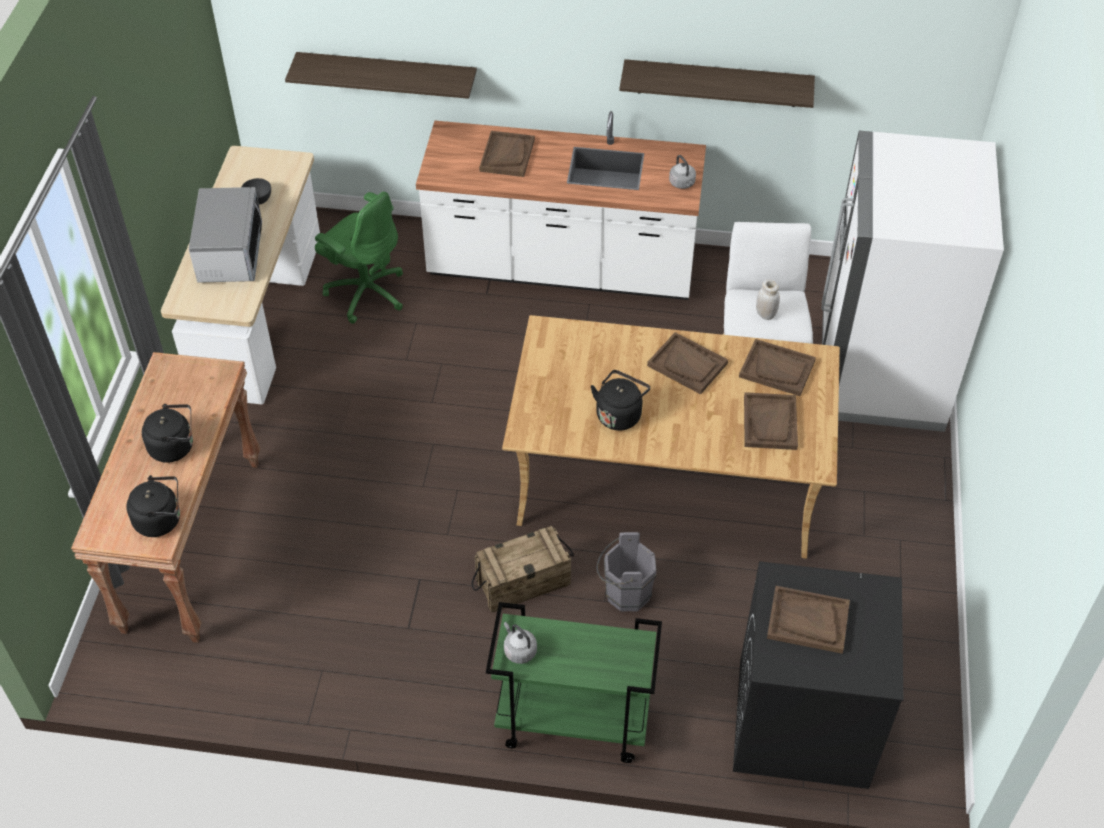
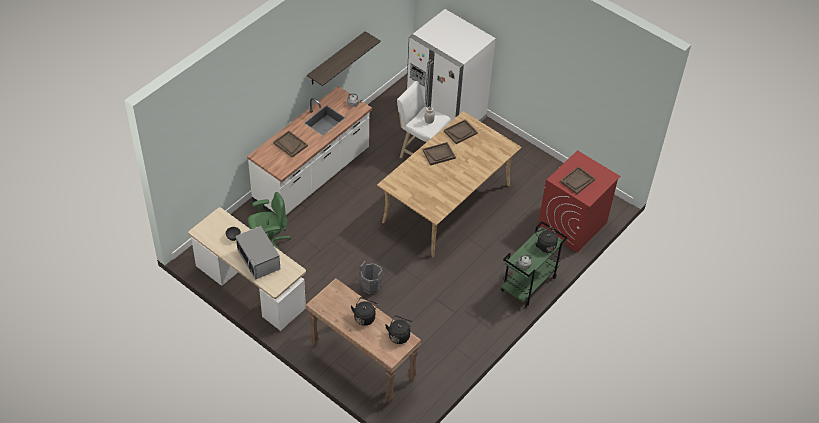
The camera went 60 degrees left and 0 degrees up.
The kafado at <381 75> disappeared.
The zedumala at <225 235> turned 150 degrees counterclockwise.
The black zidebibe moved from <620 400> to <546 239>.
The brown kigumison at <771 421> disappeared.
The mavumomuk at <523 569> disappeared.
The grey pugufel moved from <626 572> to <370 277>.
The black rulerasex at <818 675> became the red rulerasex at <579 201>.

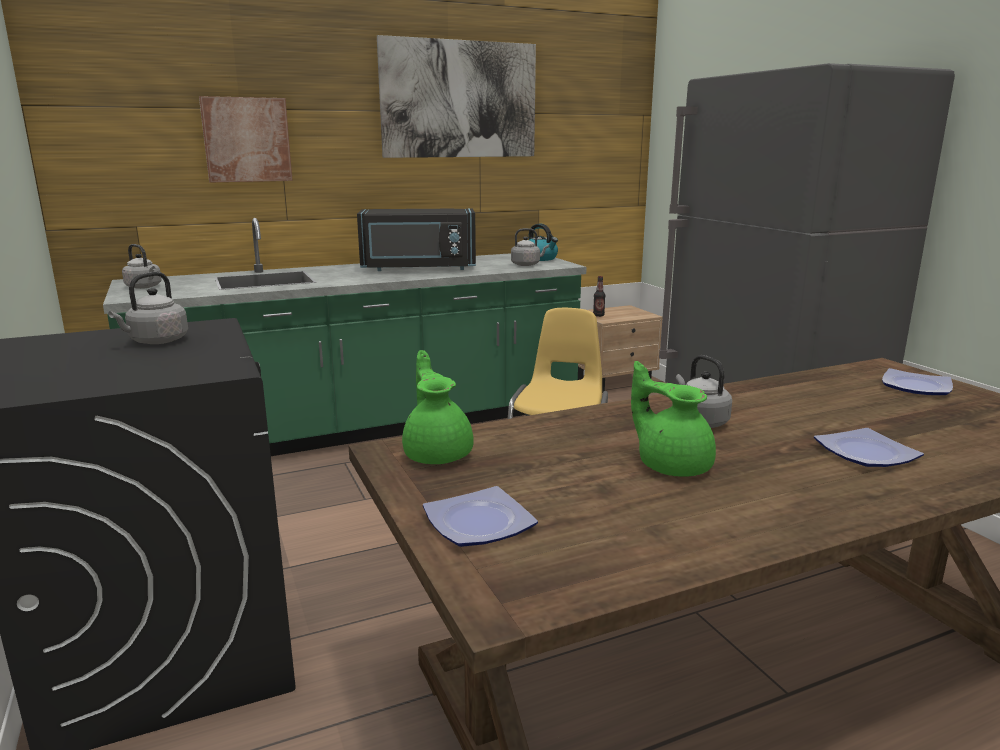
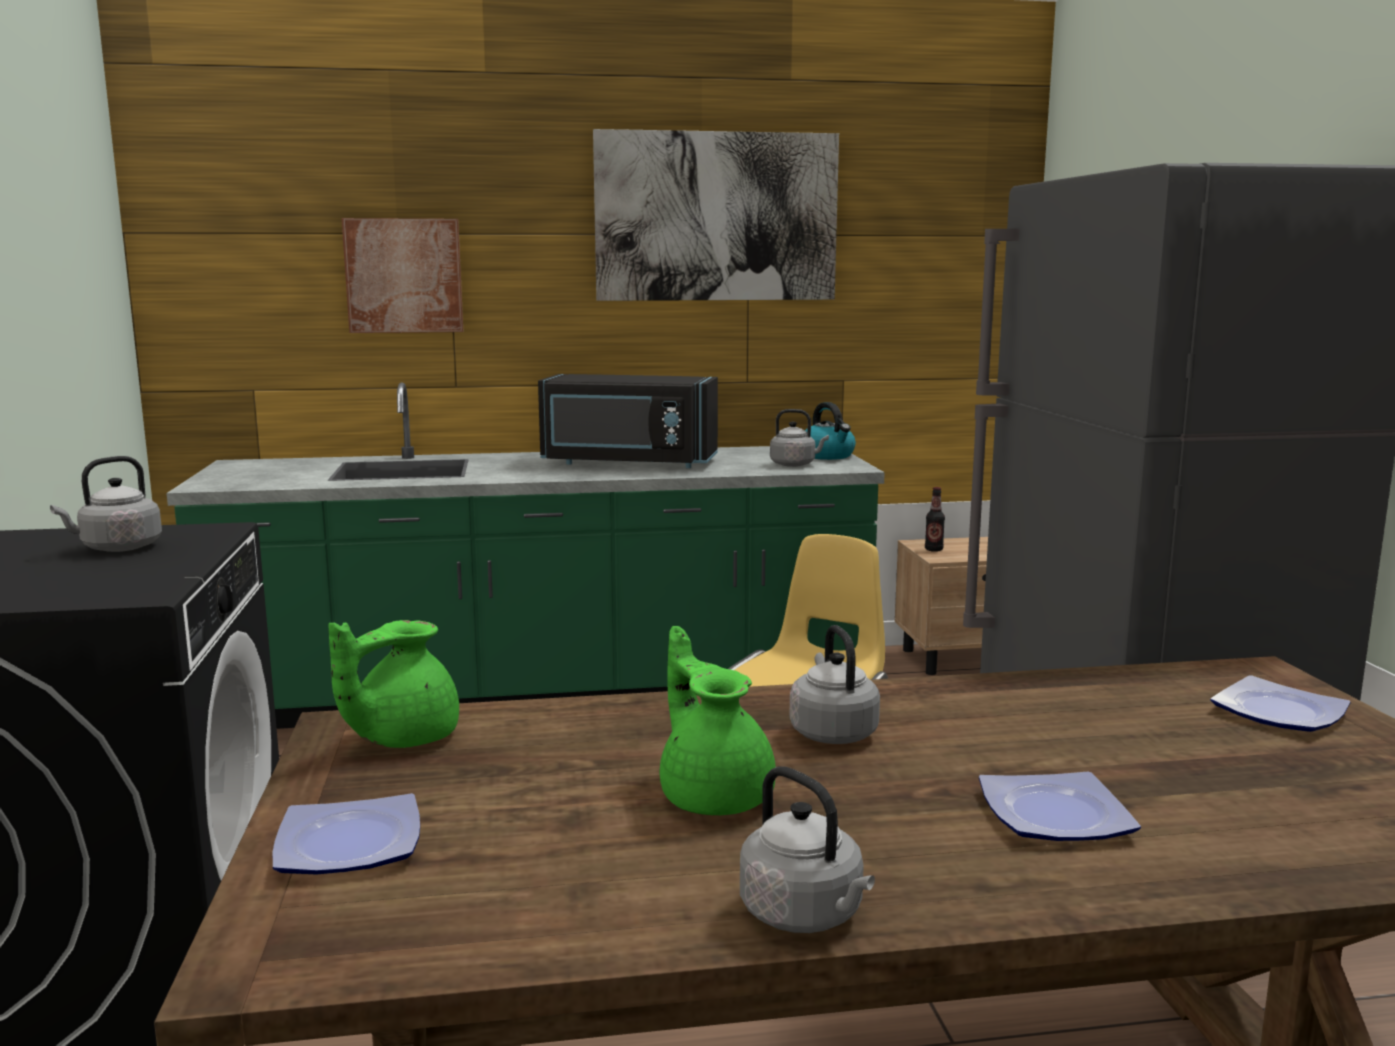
The camera went 15 degrees right and 5 degrees down.
The grey zidebibe moved from <142 266> to <807 849>.
The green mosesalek at <438 407> turned 135 degrees counterclockwise.

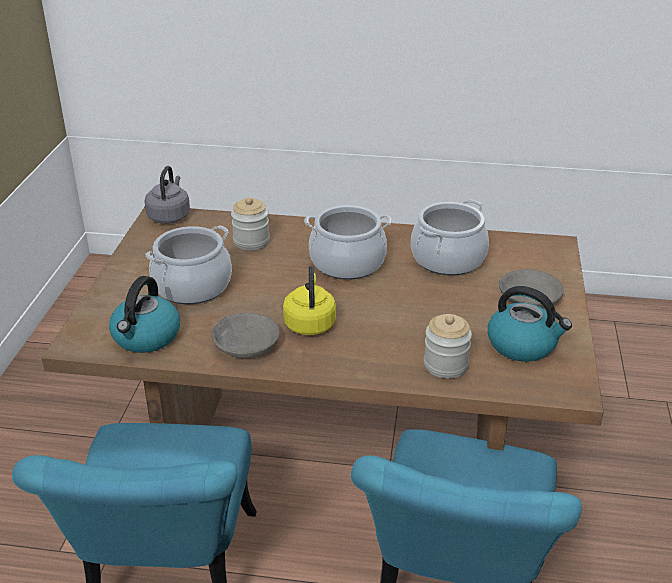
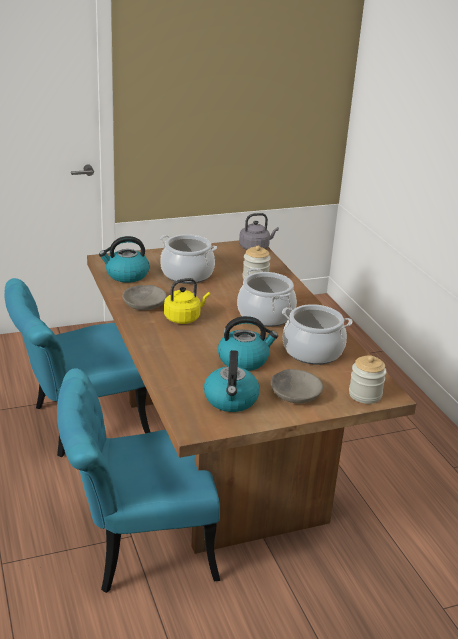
The camera went 60 degrees right and 5 degrees down.
The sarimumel moved from <448 346> to <368 380>.
The zidebibe at <248 343> appeared.

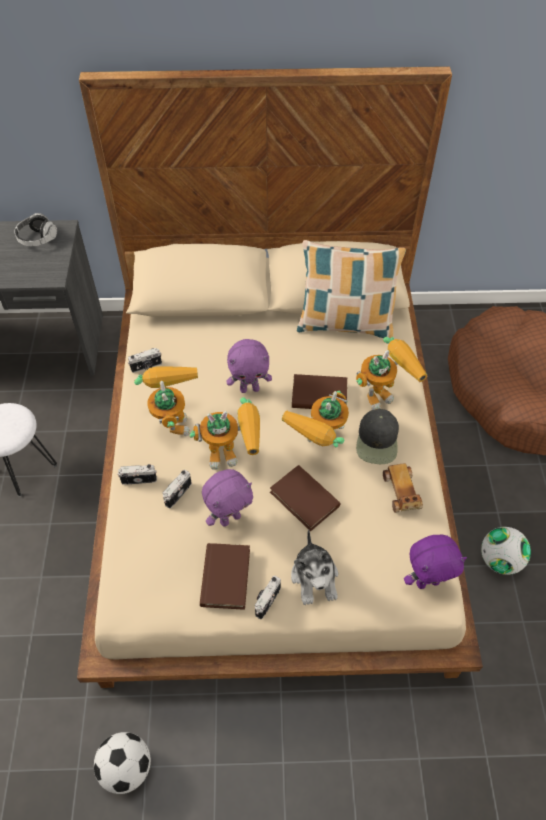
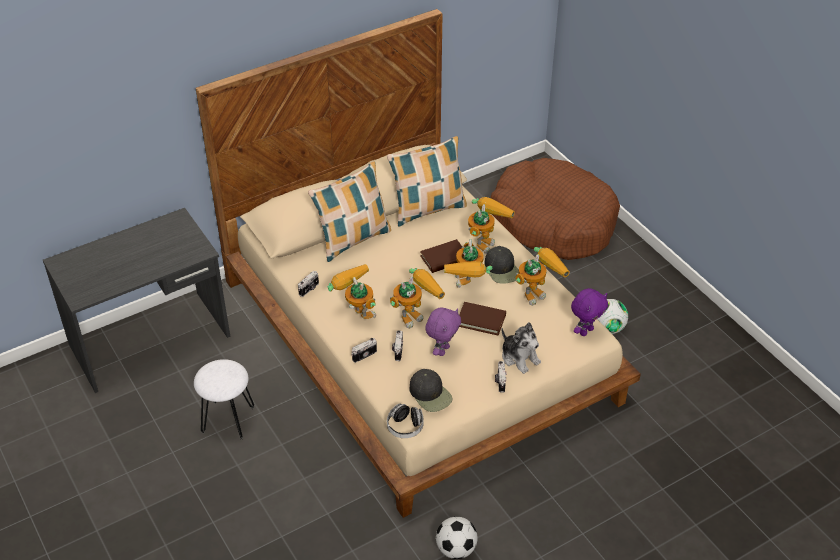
The camera went 30 degrees left and 10 degrees down.
The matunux moved from <36 229> to <405 420>.
The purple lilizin at <249 366> disappeared.
The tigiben at <403 488> was replaced by the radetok at <542 276>.
The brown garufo at <225 576> disappeared.
The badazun at <349 211> appeared.
The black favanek at <430 390> appeared.

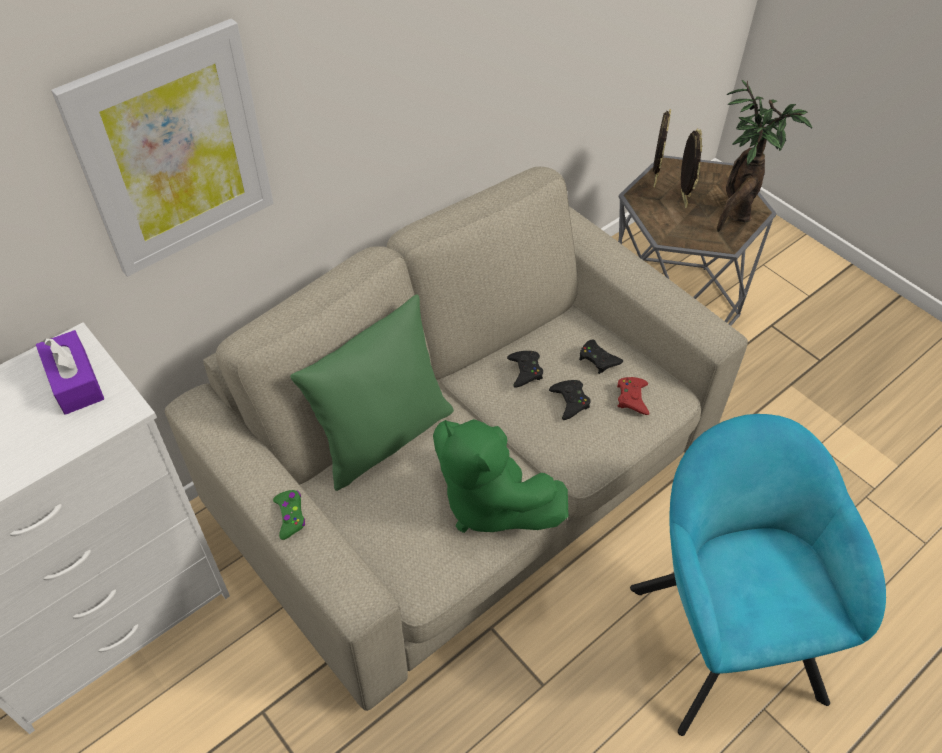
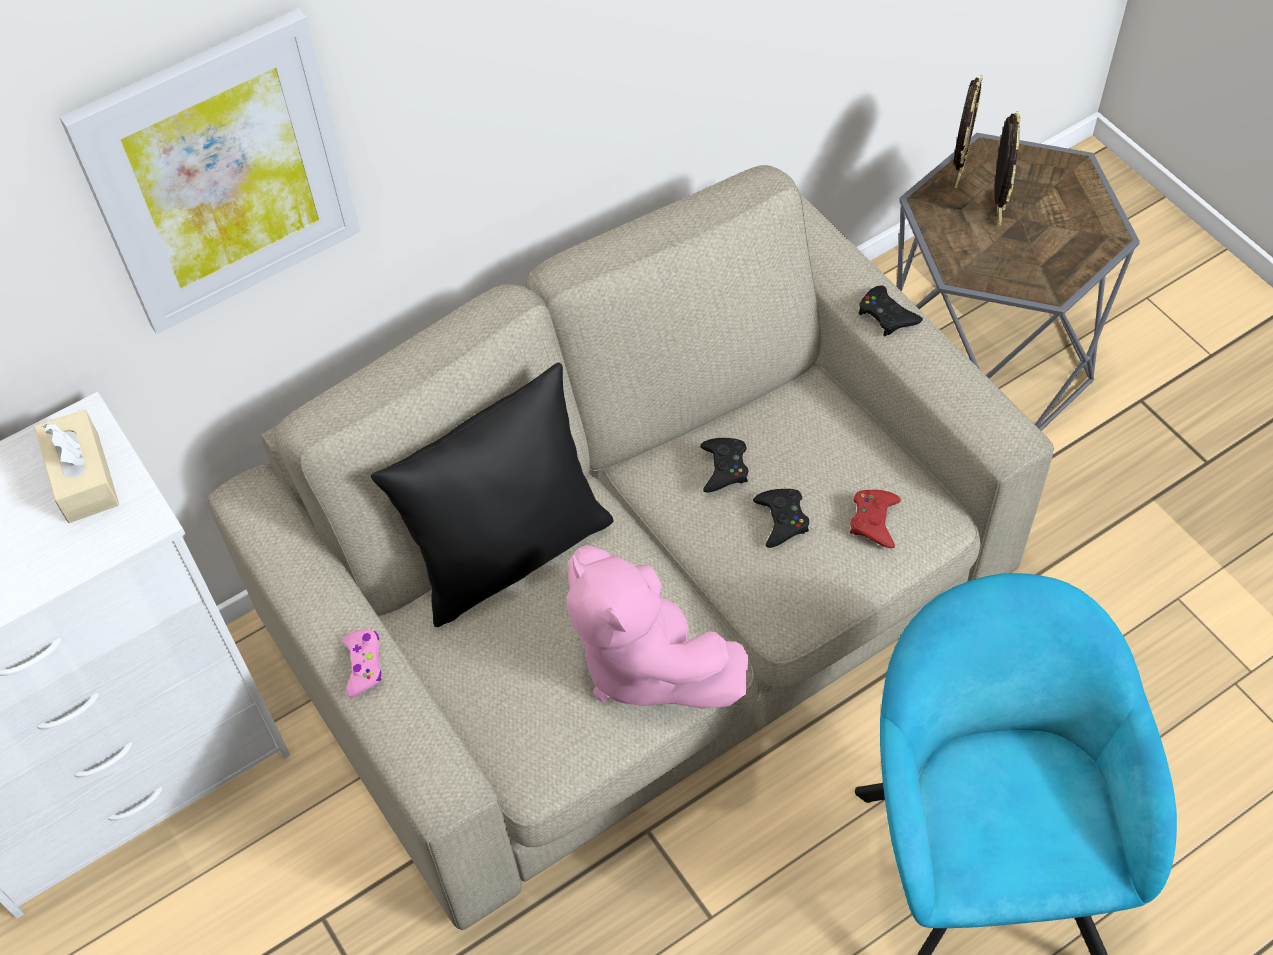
The camera went 10 degrees right and 5 degrees up.
The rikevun at <764 156> disappeared.
The green badazun at <372 392> became the black badazun at <492 495>.
The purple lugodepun at <70 372> became the beige lugodepun at <76 466>.
The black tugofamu moved from <601 357> to <891 311>.
The green lilizin at <501 476> became the pink lilizin at <657 627>.
The green tugofamu at <289 515> became the pink tugofamu at <362 663>.

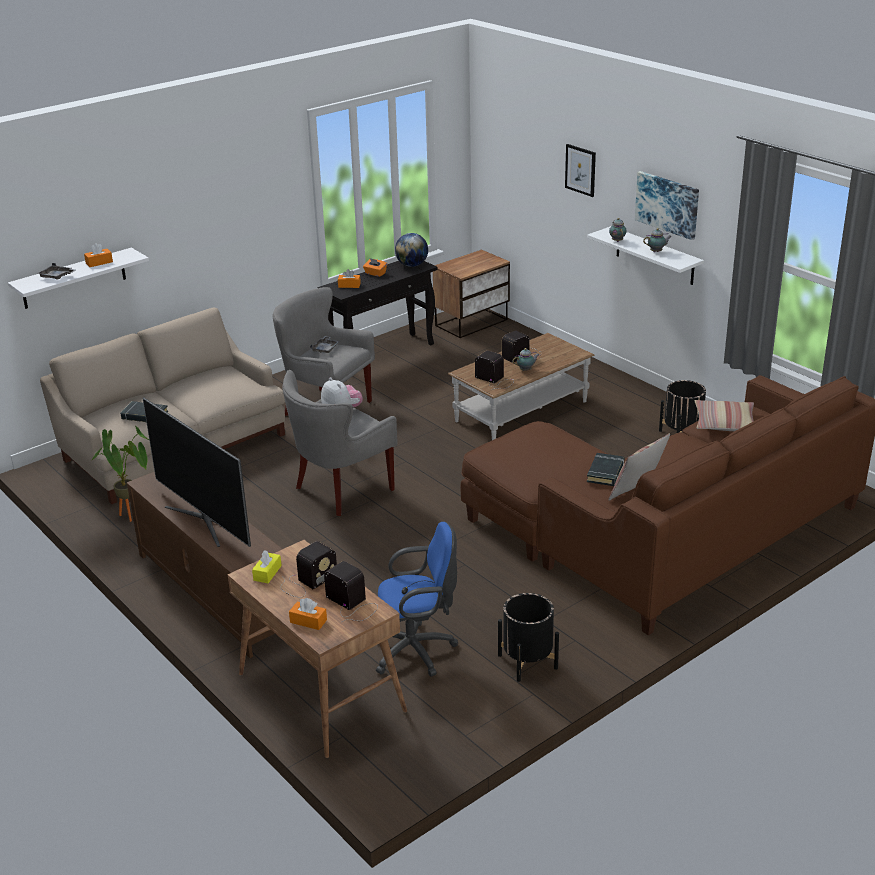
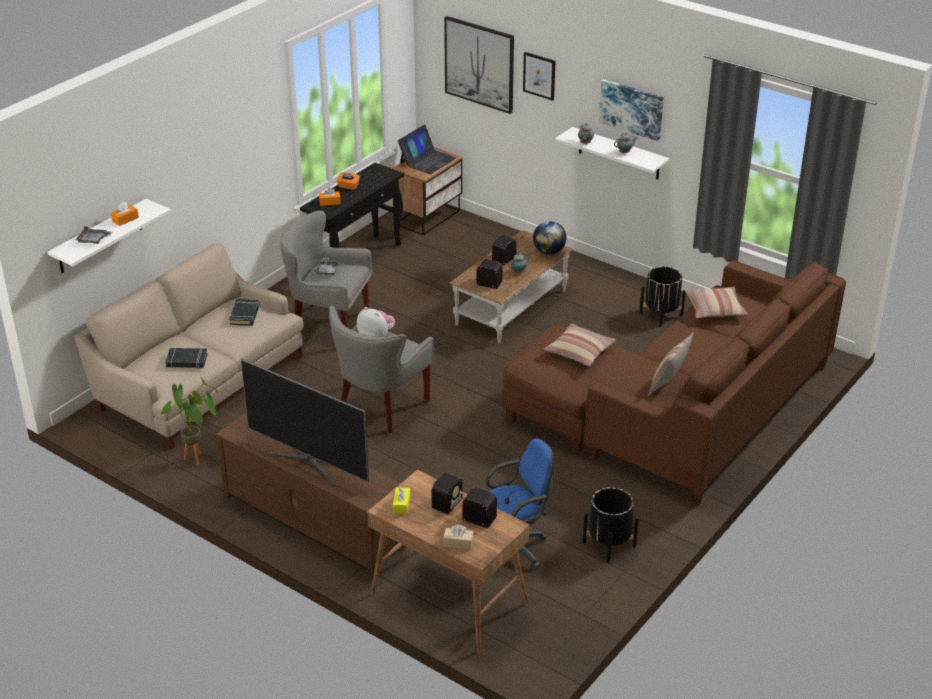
The camera went 15 degrees left and 5 degrees up.
The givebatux moved from <411 250> to <549 238>.
The black garufo moved from <605 469> to <244 312>.
The orange lugodepun at <308 614> became the beige lugodepun at <458 536>.
The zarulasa at <479 65> appeared.
The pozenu at <427 149> appeared.
The badazun at <580 345> appeared.

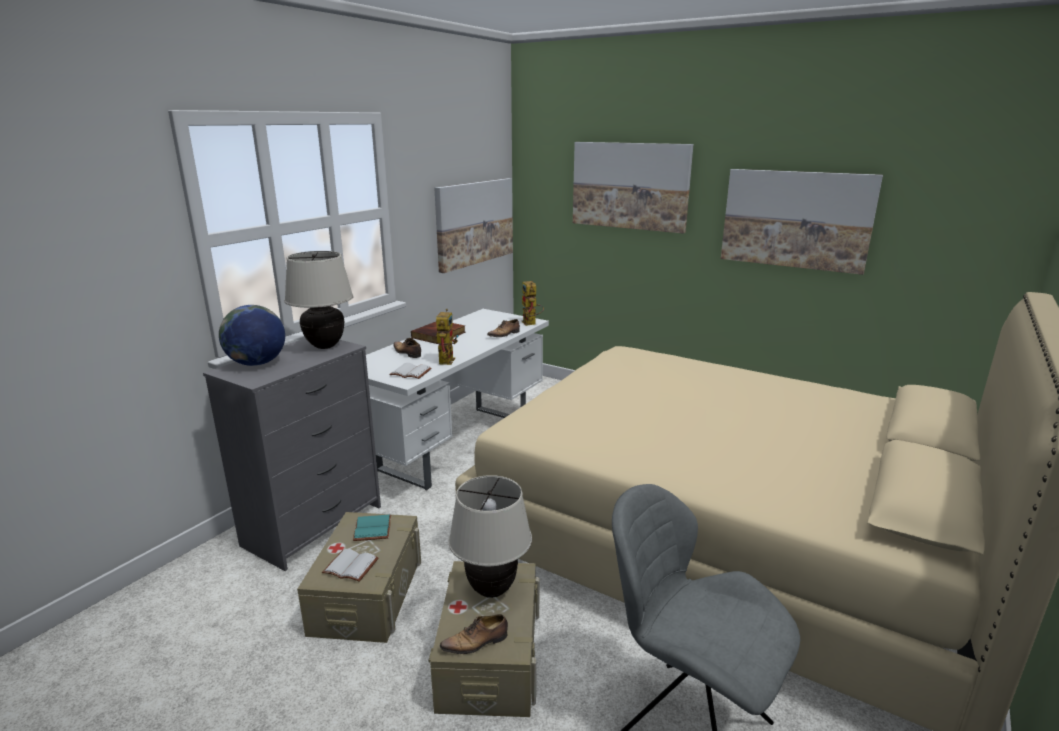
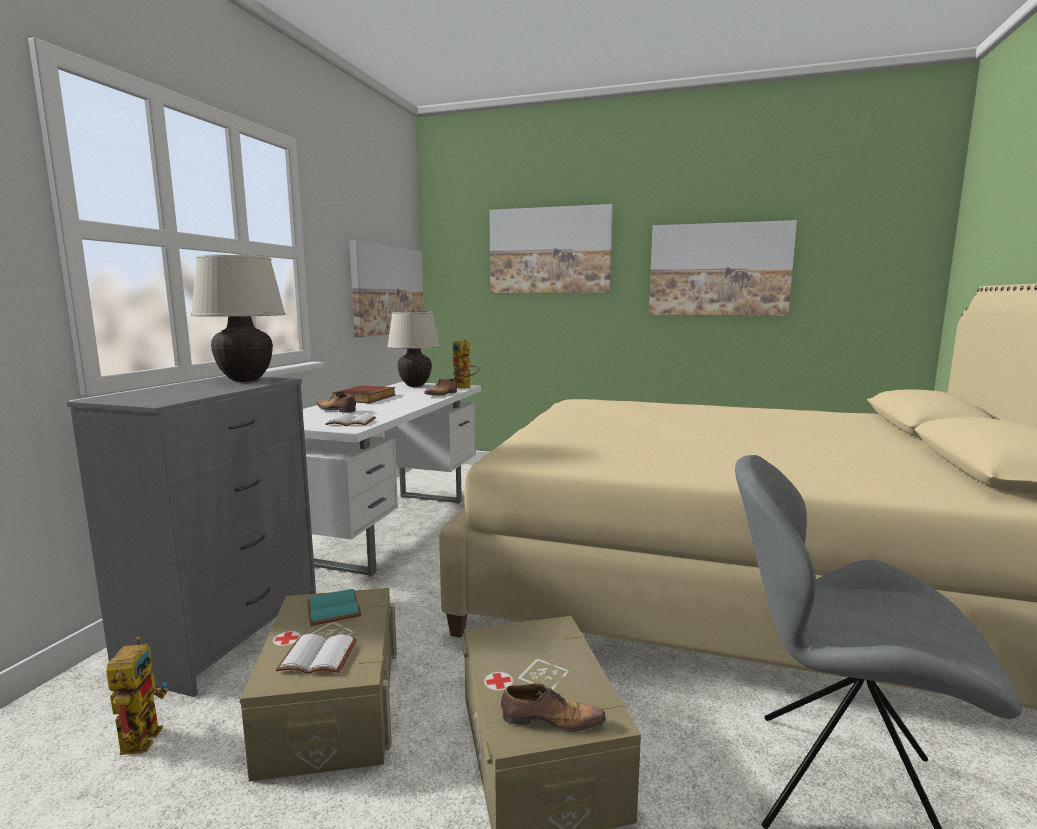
The camera went 15 degrees left and 10 degrees down.
The givebatux at <252 335> disappeared.
The radetok moved from <447 337> to <137 695>.
The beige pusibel moved from <490 536> to <413 349>.
The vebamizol at <474 634> turned 135 degrees counterclockwise.

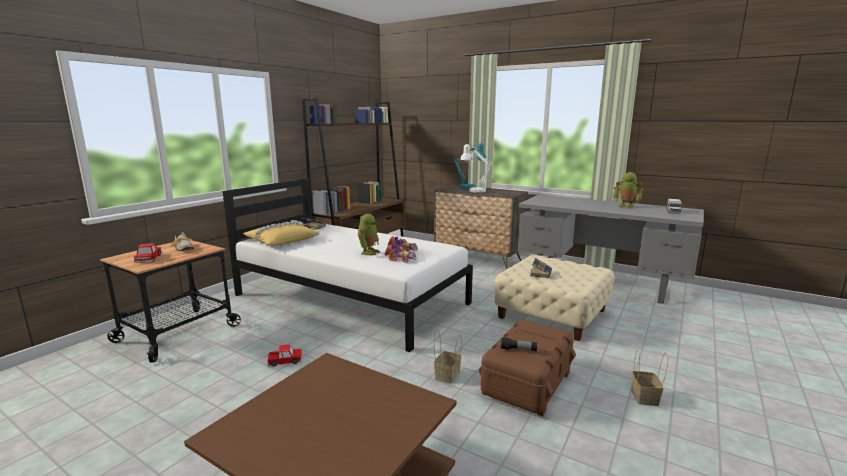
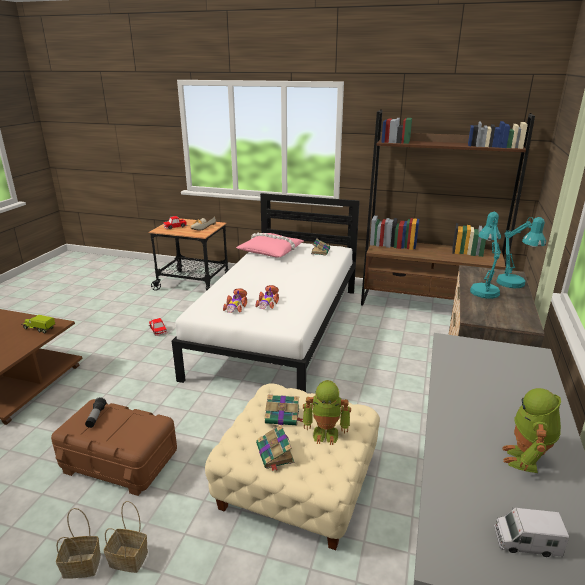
The camera went 75 degrees right and 10 degrees up.
The white pusibel at <476 168> became the turquoise pusibel at <485 255>.
The radetok moved from <369 234> to <327 412>.
The yellow badazun at <281 232> became the pink badazun at <270 244>.
The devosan moved from <448 357> to <126 537>.
The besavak at <38 324> appeared.
The garufo at <275 448> appeared.

